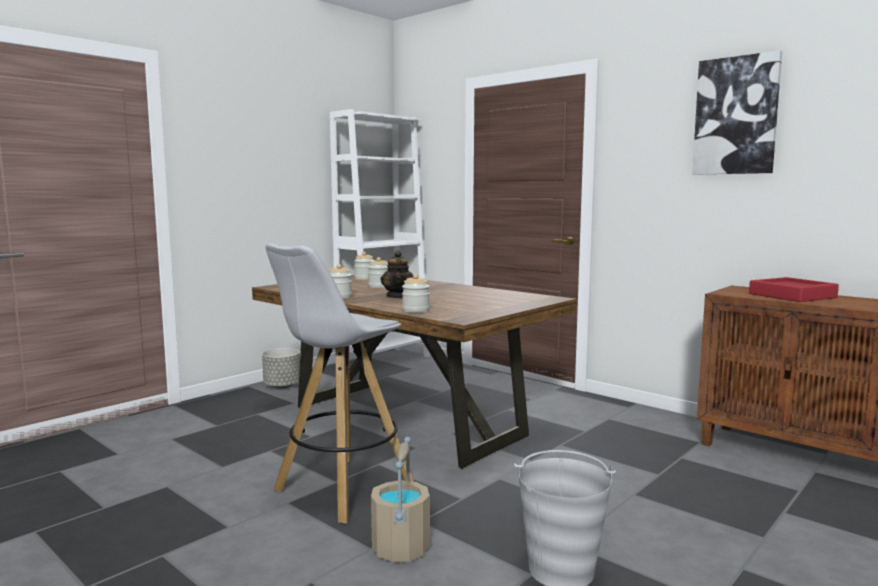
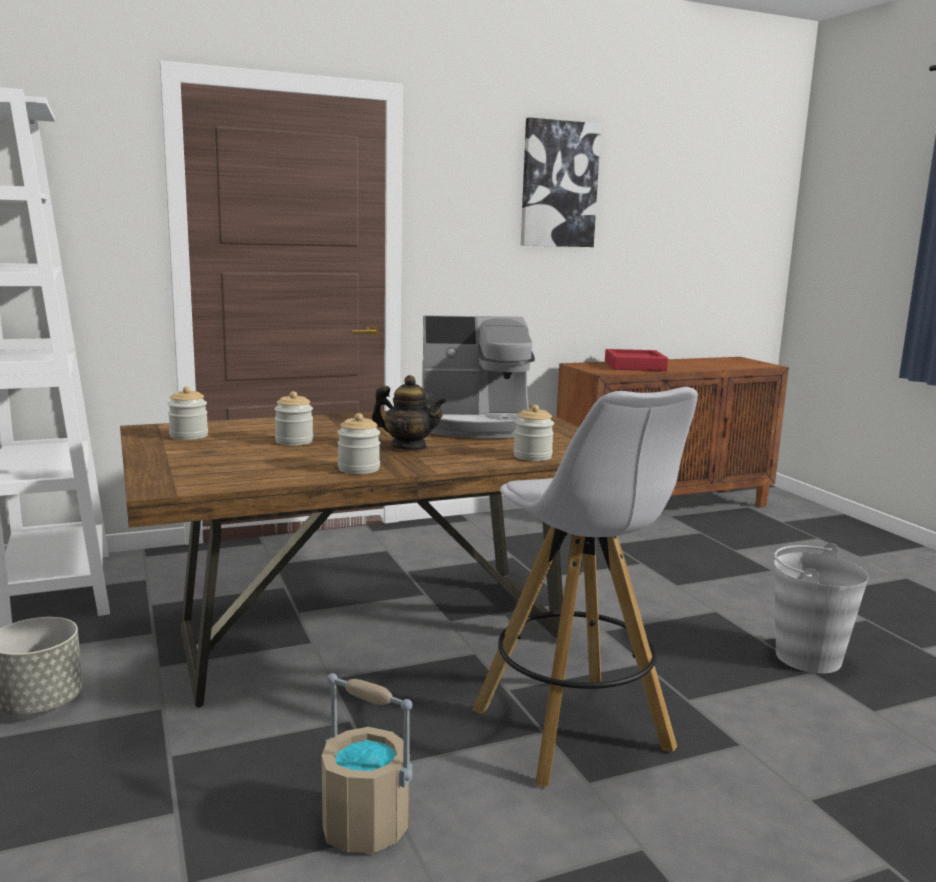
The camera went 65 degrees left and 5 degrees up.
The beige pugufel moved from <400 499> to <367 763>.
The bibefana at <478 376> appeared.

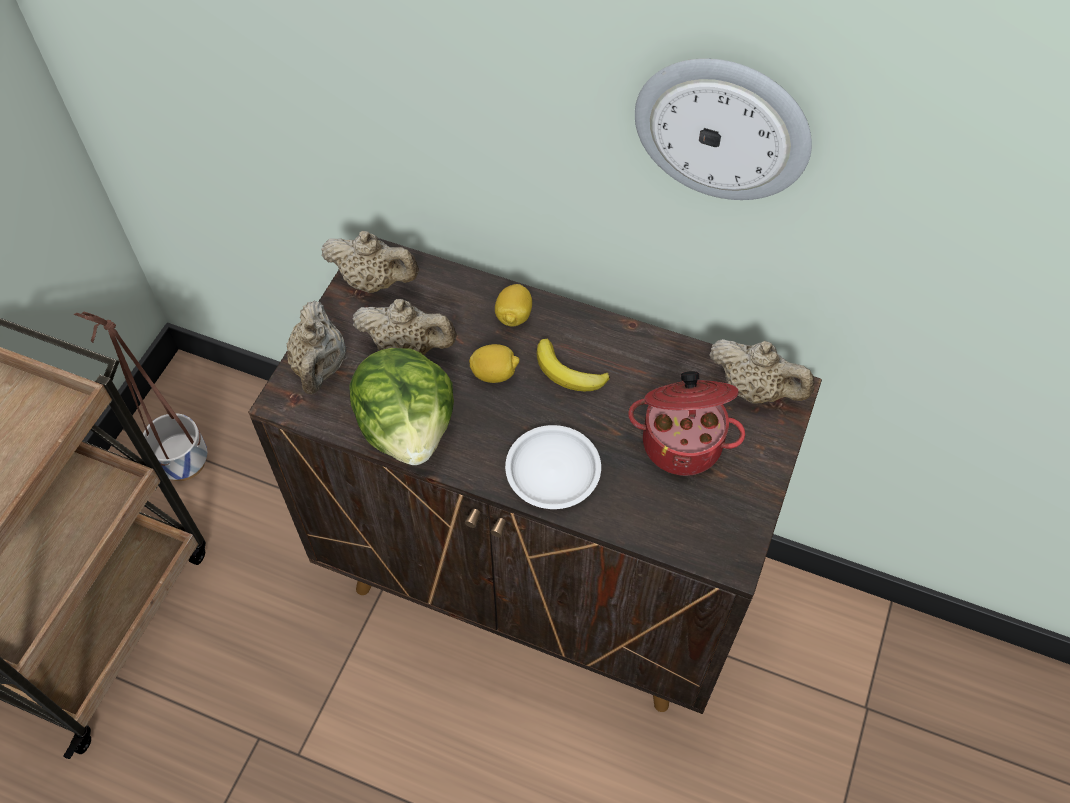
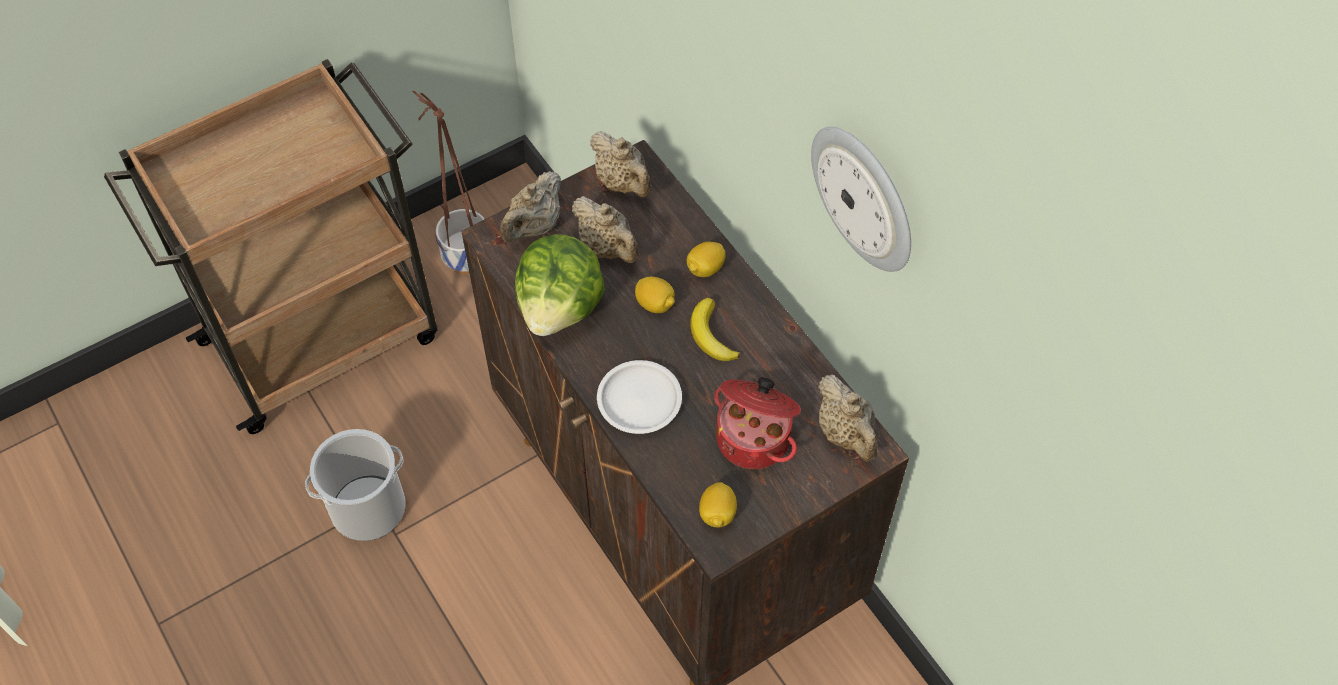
The camera went 35 degrees right and 0 degrees up.
The pugufel at <355 485> appeared.
The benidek at <718 505> appeared.

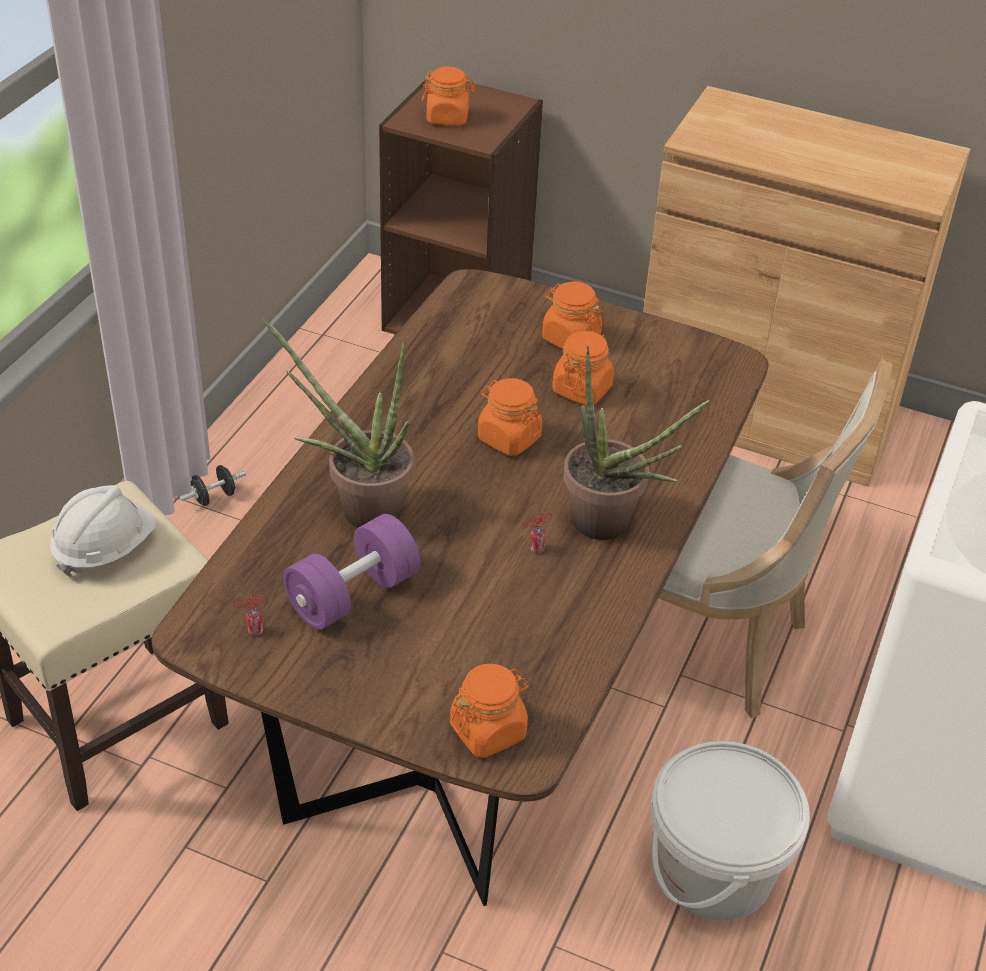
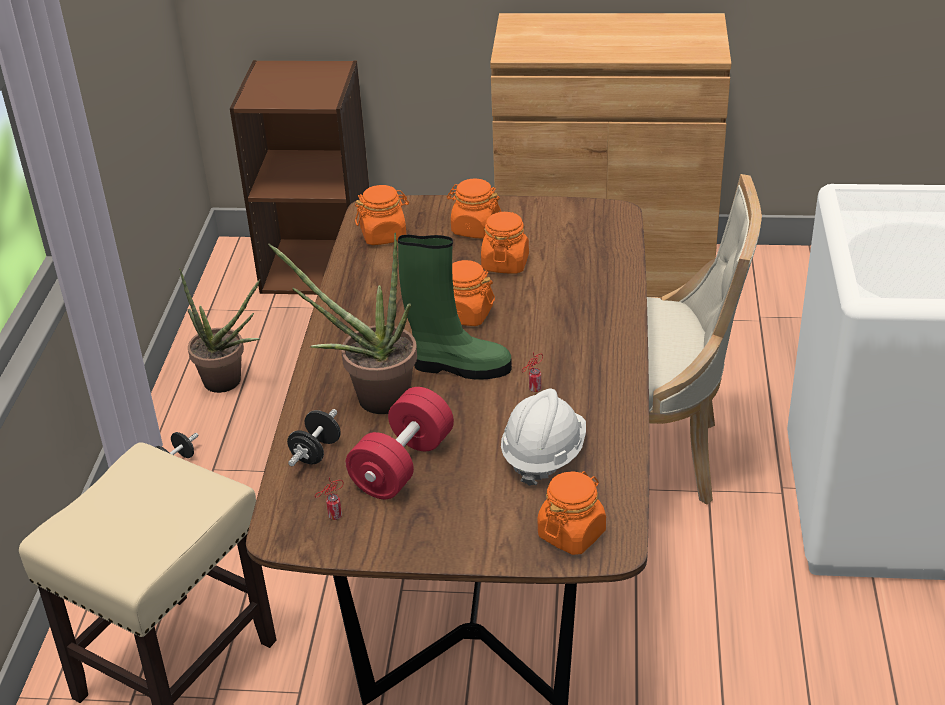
The camera went 15 degrees left and 5 degrees down.
The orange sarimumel moved from <449 96> to <382 215>.
The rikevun moved from <636 442> to <219 330>.
The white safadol moved from <103 531> to <543 437>.
The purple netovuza at <351 572> became the red netovuza at <400 443>.
The white pugufel at <730 831> disappeared.
The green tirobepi at <455 307> appeared.
The black netovuza at <314 437> appeared.

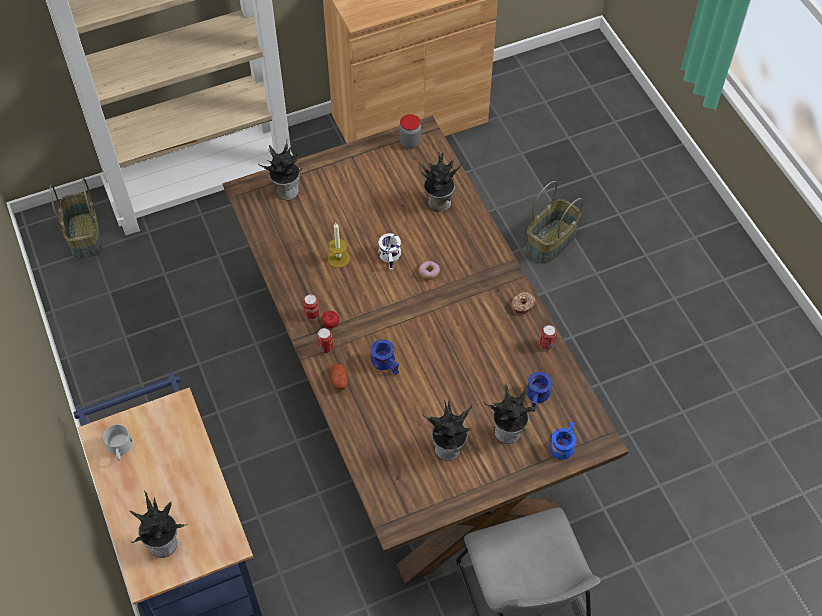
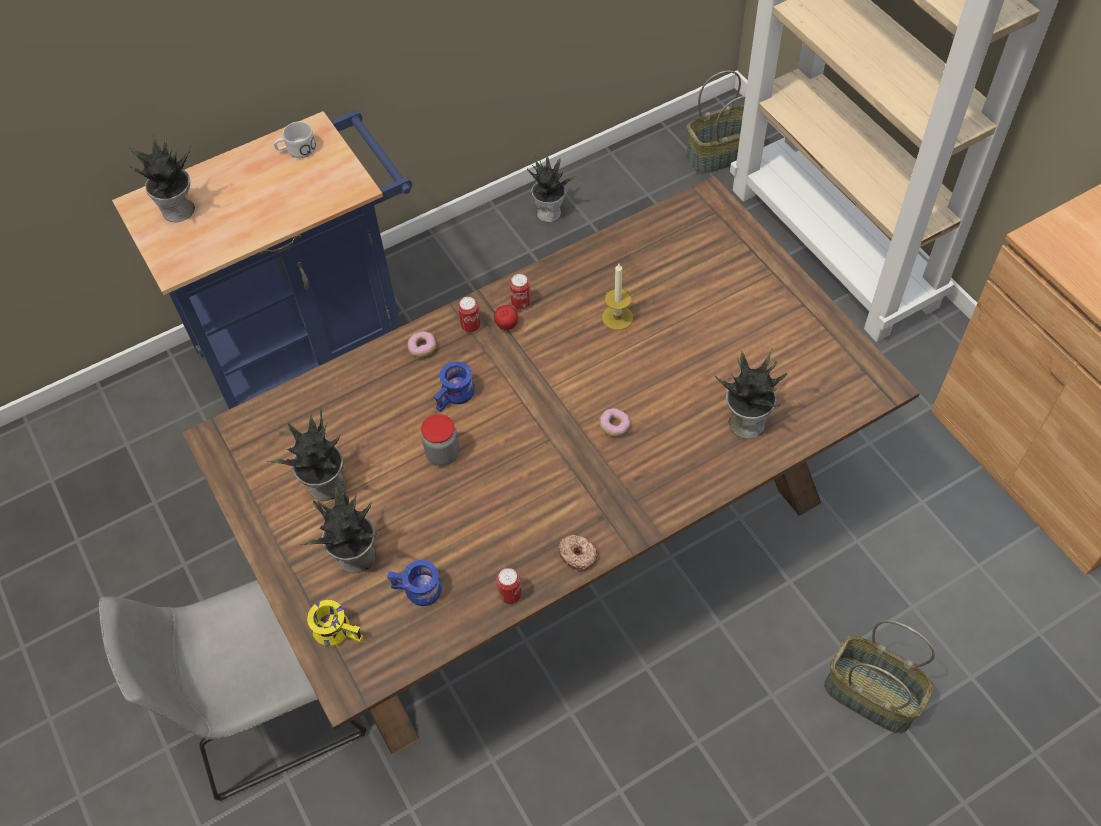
The camera went 85 degrees right and 0 degrees up.
The sarimumel moved from <410 131> to <440 440>.
The rikevun moved from <280 170> to <551 188>.
The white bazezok at <390 252> disappeared.
The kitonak at <339 376> was replaced by the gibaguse at <422 344>.
The blue bazezok at <563 441> became the yellow bazezok at <335 623>.

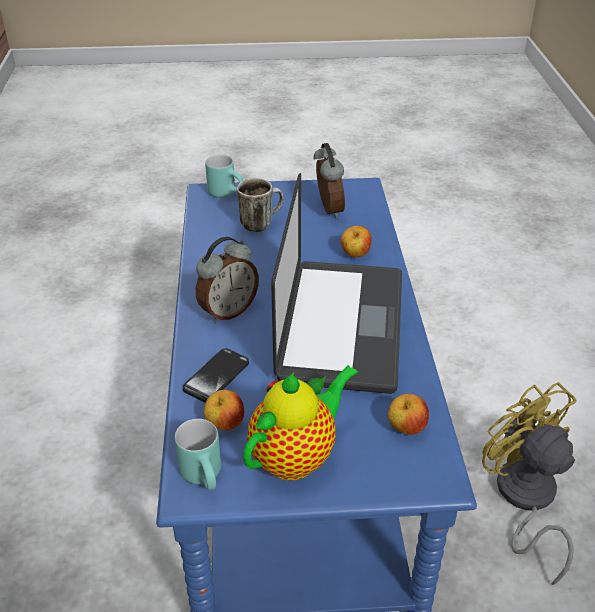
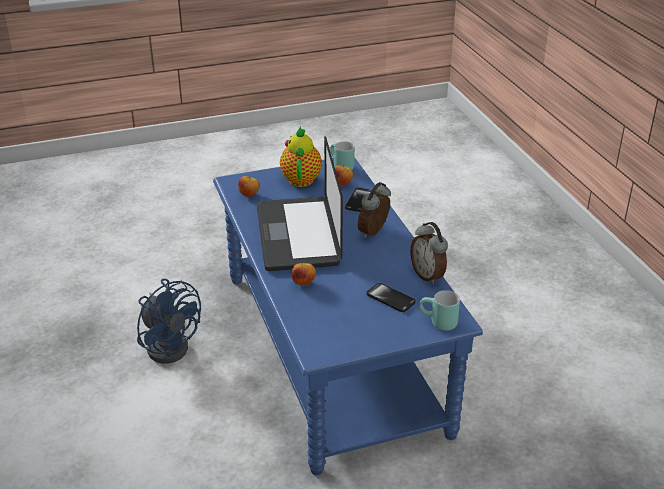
The camera went 165 degrees right and 5 degrees down.
The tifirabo moved from <329 181> to <429 253>.
The bazezok at <260 205> was replaced by the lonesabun at <391 297>.
The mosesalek at <300 422> turned 150 degrees clockwise.
The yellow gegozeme at <529 483> became the blue gegozeme at <169 321>.

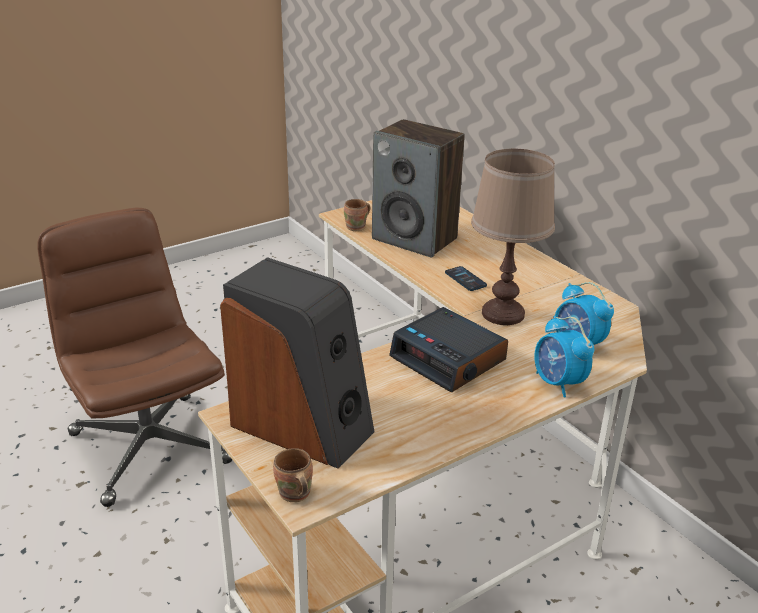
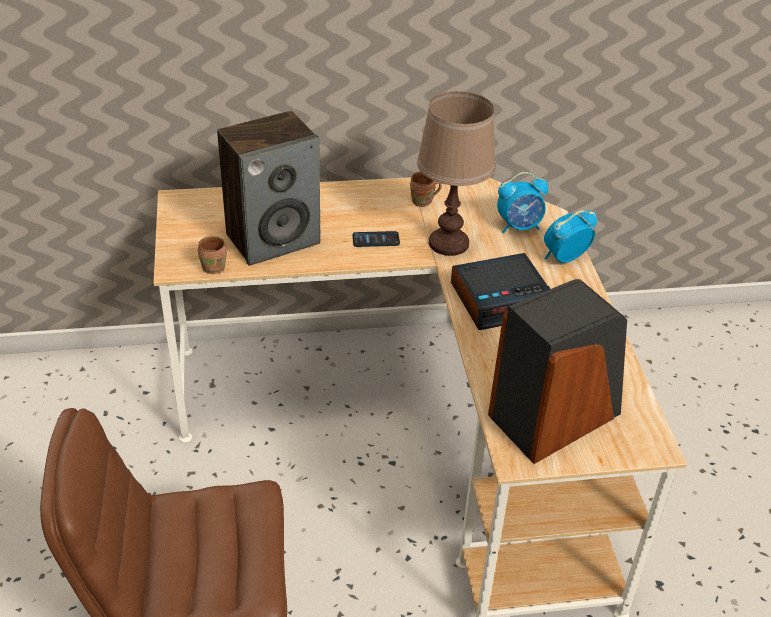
The camera went 65 degrees left and 10 degrees up.
The tifirabo at <564 356> turned 150 degrees clockwise.
The brown bazezok moved from <293 475> to <425 189>.

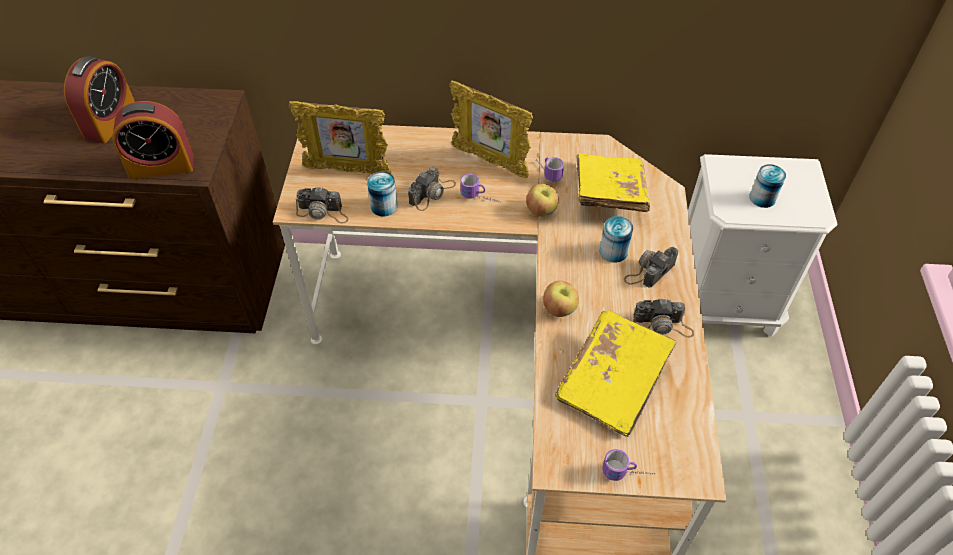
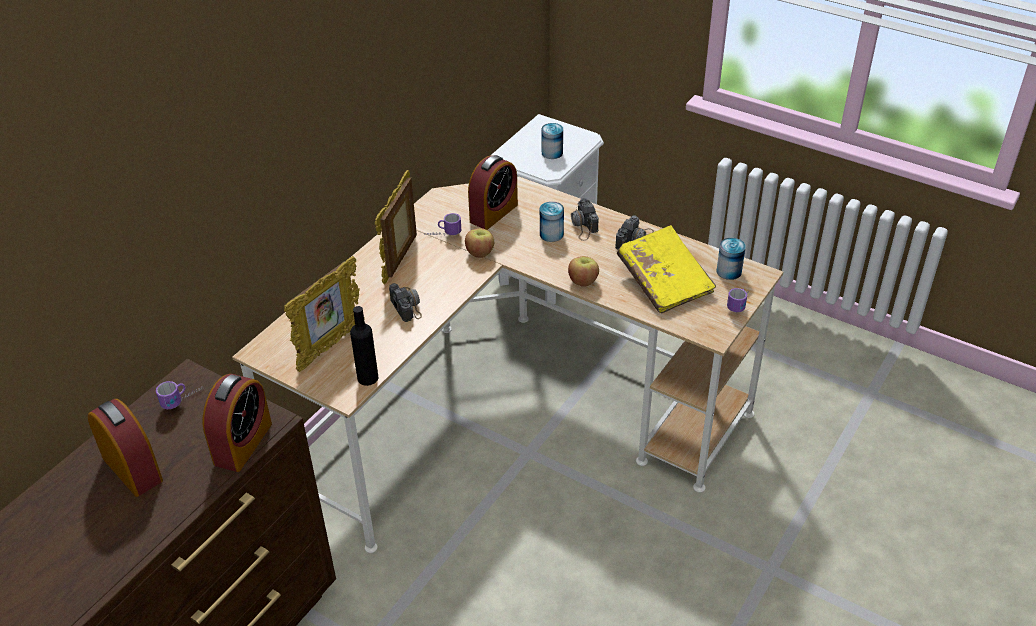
The camera went 60 degrees left and 10 degrees down.
The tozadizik at <491 129> turned 135 degrees clockwise.
The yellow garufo at <613 182> was replaced by the tifirabo at <493 192>.
The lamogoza moved from <382 194> to <731 259>.
The bazezok moved from <480 188> to <179 395>.
The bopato at <322 205> was replaced by the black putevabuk at <364 346>.

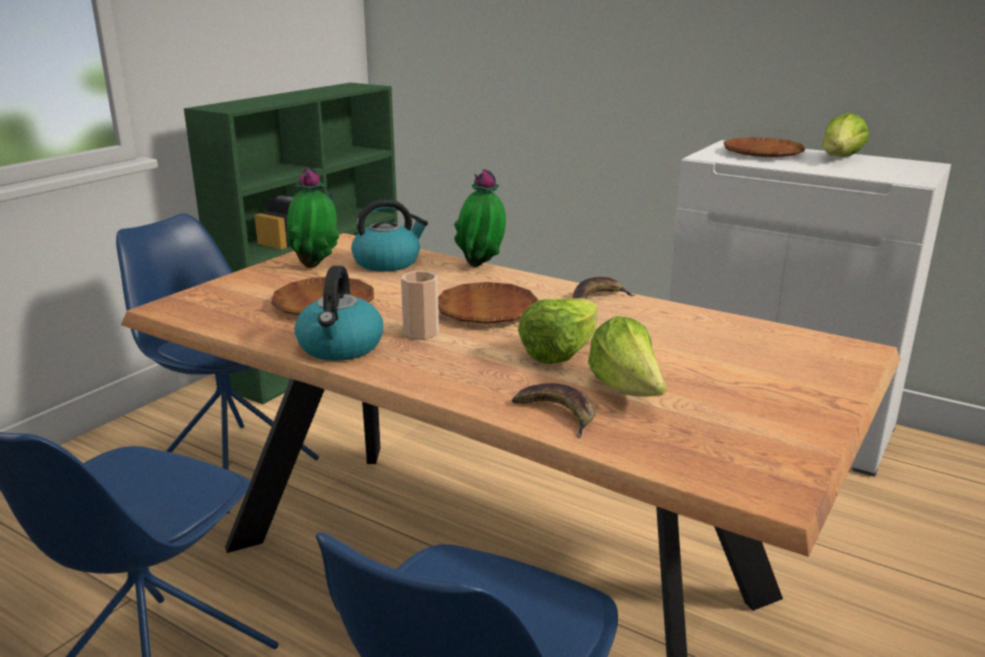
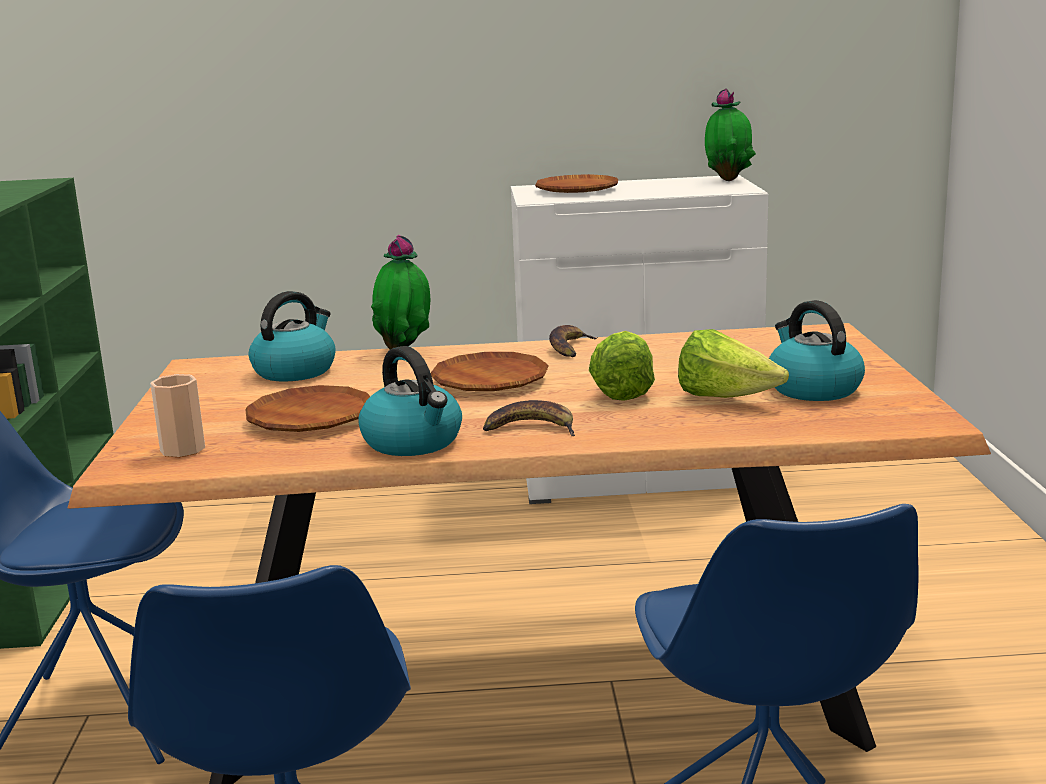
The camera went 35 degrees left and 5 degrees down.
The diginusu at <845 135> disappeared.
The rikevun moved from <313 218> to <730 135>.
The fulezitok moved from <420 305> to <177 415>.
The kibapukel moved from <553 410> to <529 418>.
The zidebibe at <817 350> appeared.

